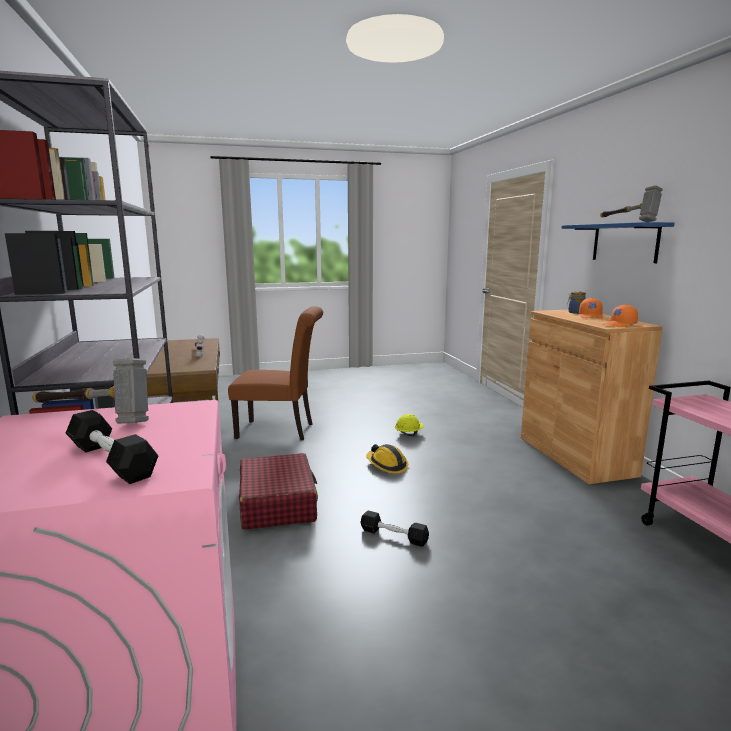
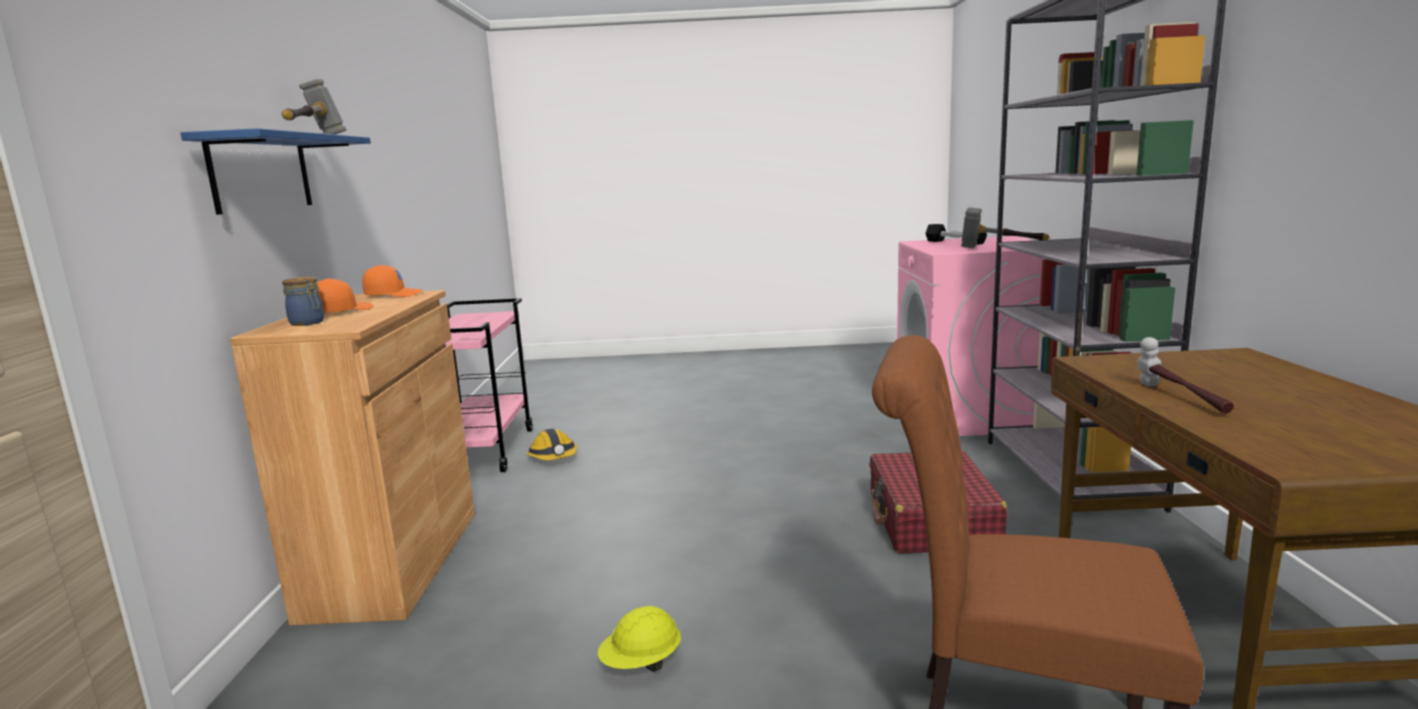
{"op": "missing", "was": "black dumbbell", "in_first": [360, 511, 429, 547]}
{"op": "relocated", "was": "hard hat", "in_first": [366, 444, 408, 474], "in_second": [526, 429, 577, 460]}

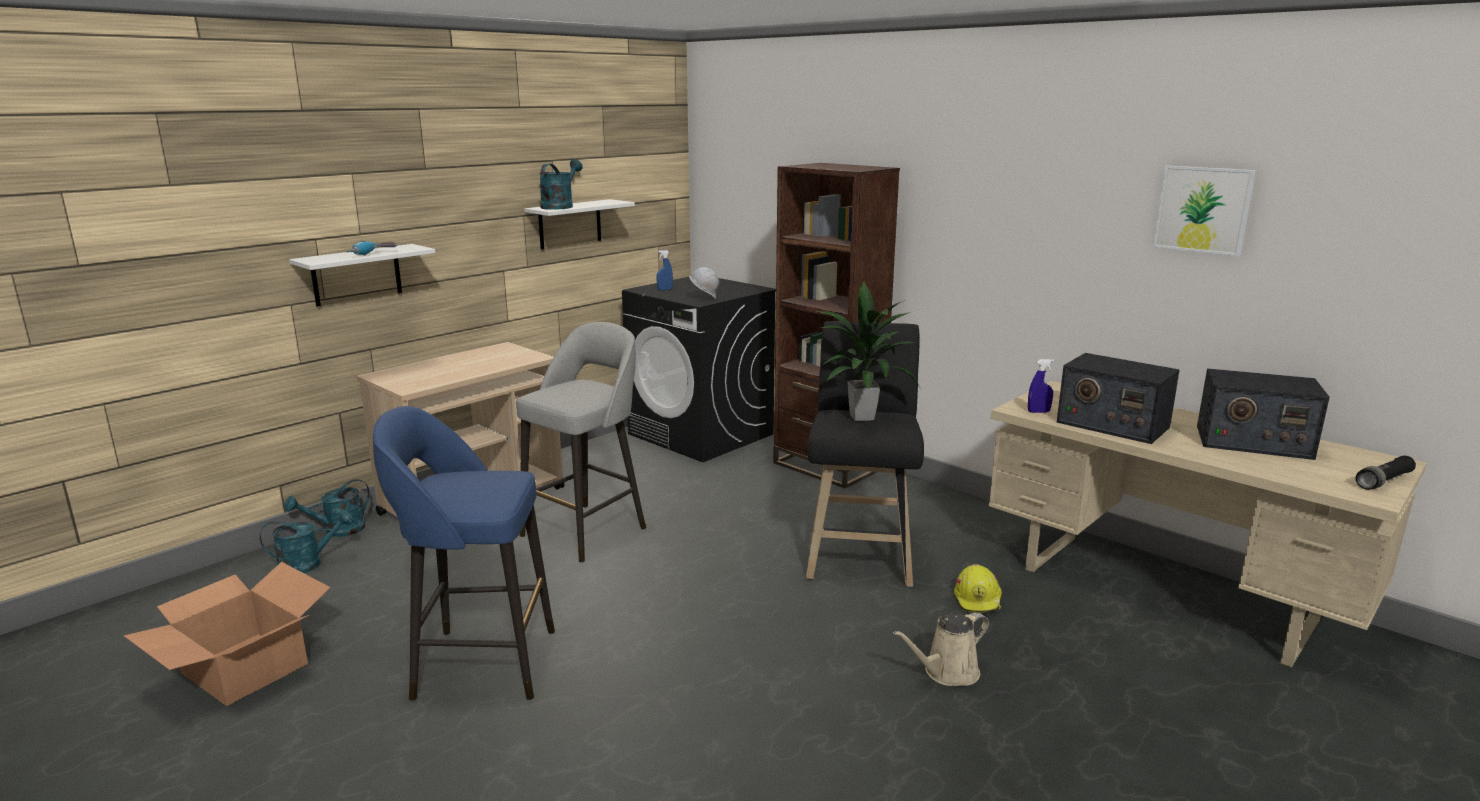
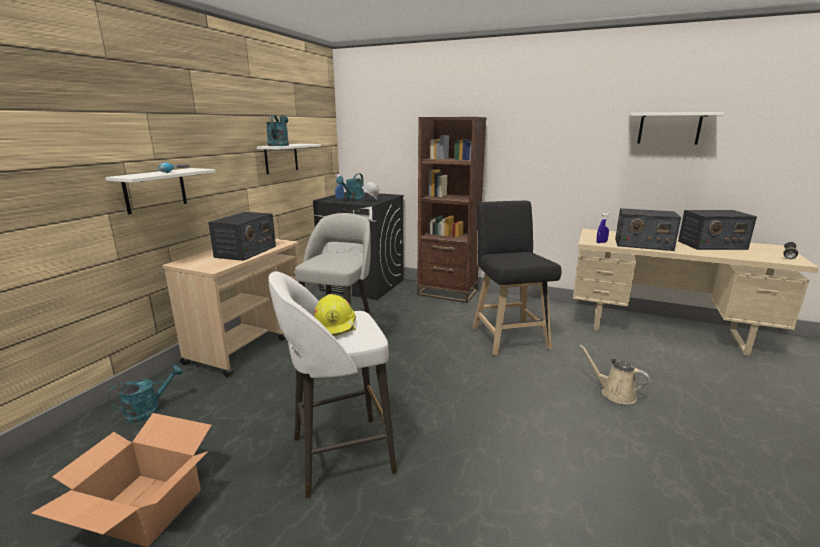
{"op": "relocated", "was": "turquoise watering can", "in_first": [285, 479, 370, 537], "in_second": [336, 173, 365, 201]}
{"op": "colour", "was": "blue stool", "now": "white stool", "in_first": [373, 406, 555, 701], "in_second": [268, 271, 397, 498]}
{"op": "missing", "was": "potted plant", "in_first": [817, 281, 920, 421]}
{"op": "spun", "was": "beige watering can", "in_first": [893, 612, 989, 686], "in_second": [579, 344, 650, 404], "clockwise": 90}
{"op": "relocated", "was": "yellow hard hat", "in_first": [954, 564, 1002, 613], "in_second": [314, 294, 356, 336]}
{"op": "exchanged", "was": "picture", "now": "white shelf", "in_first": [1153, 166, 1256, 256], "in_second": [630, 112, 724, 144]}
{"op": "appeared", "now": "radio", "in_second": [208, 212, 276, 261]}

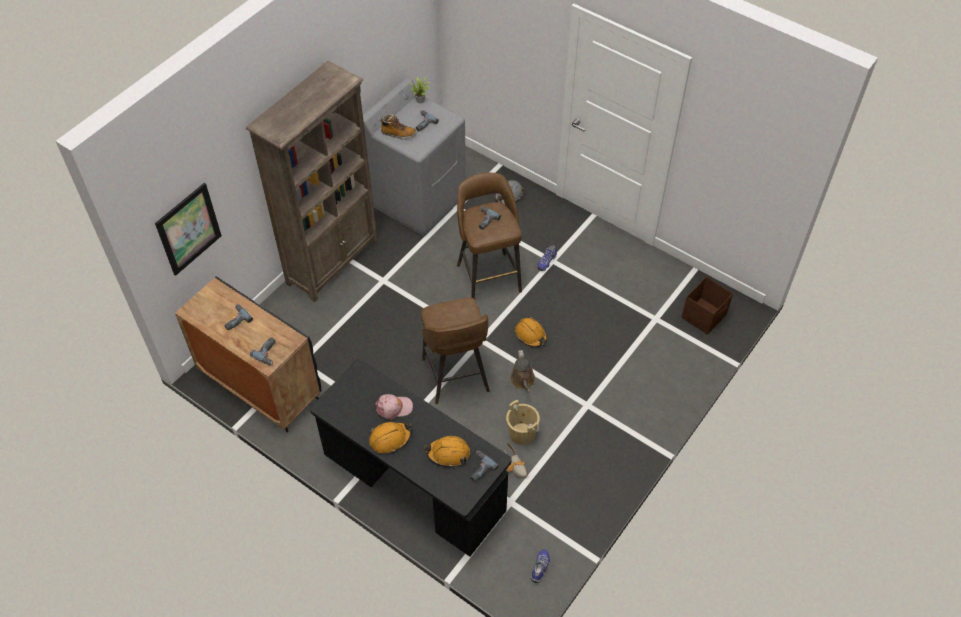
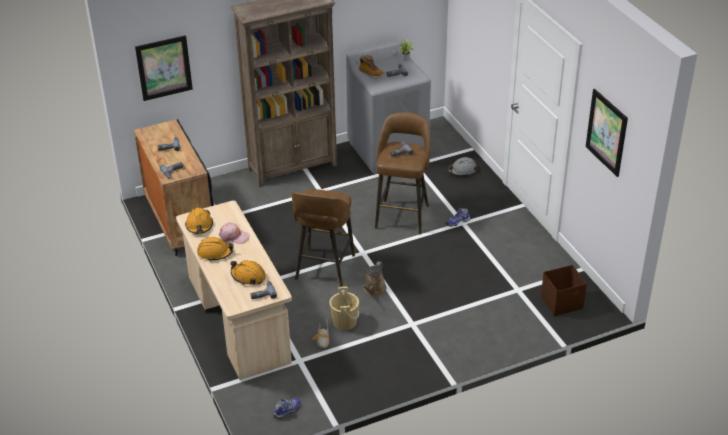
{"op": "colour", "was": "black desk", "now": "beige desk", "in_first": [310, 359, 512, 557], "in_second": [176, 200, 292, 380]}
{"op": "relocated", "was": "orange hard hat", "in_first": [515, 317, 547, 347], "in_second": [185, 208, 213, 234]}
{"op": "appeared", "now": "picture", "in_second": [586, 89, 628, 177]}

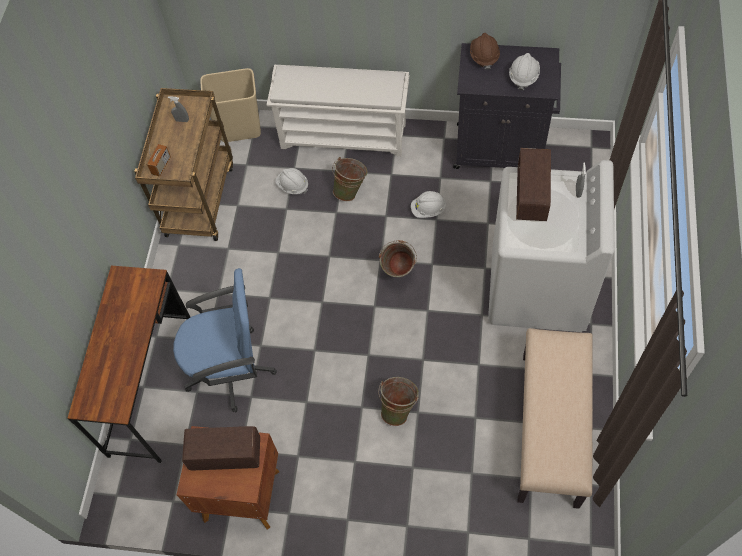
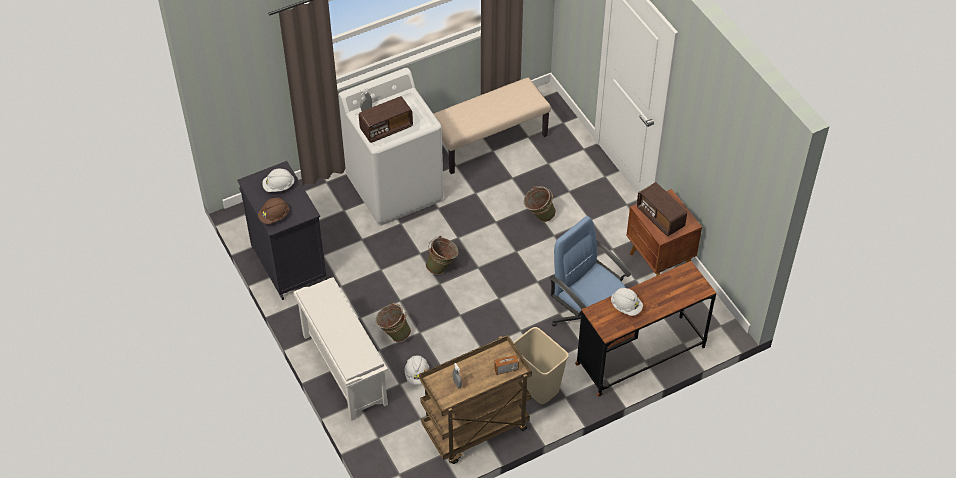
{"op": "relocated", "was": "beige trash can", "in_first": [200, 68, 261, 142], "in_second": [513, 327, 569, 404]}
{"op": "relocated", "was": "white hard hat", "in_first": [411, 191, 446, 218], "in_second": [611, 288, 643, 316]}

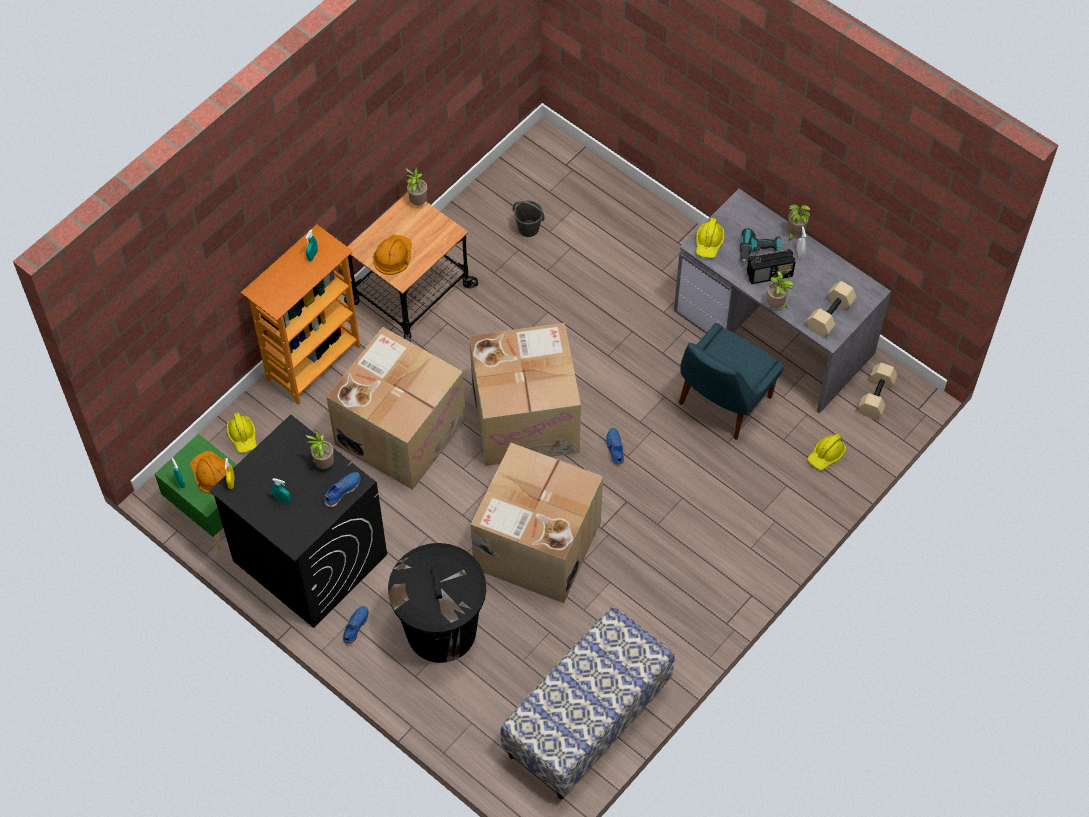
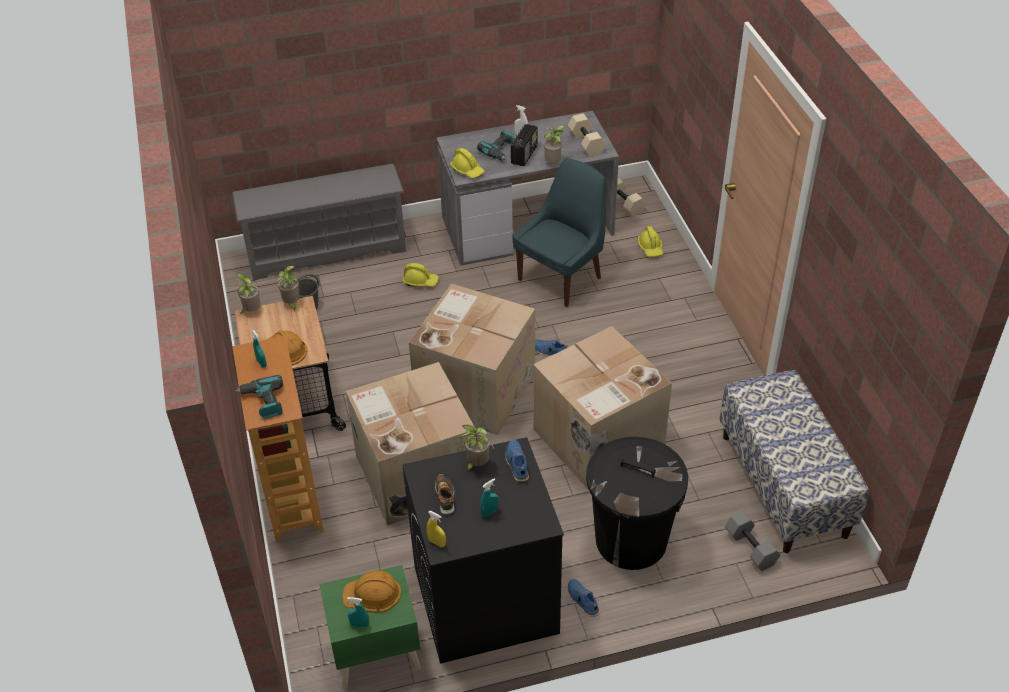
{"op": "relocated", "was": "yellow hard hat", "in_first": [227, 413, 257, 453], "in_second": [403, 263, 439, 287]}
{"op": "spun", "was": "blue chair", "in_first": [679, 323, 785, 440], "in_second": [512, 158, 606, 307], "clockwise": -120}
{"op": "relocated", "was": "potted plant", "in_first": [788, 205, 811, 241], "in_second": [277, 266, 300, 311]}
{"op": "appeared", "now": "grey shoe rack", "in_second": [232, 164, 406, 280]}
{"op": "appeared", "now": "power drill", "in_second": [235, 375, 283, 419]}
{"op": "appeared", "now": "shoe", "in_second": [435, 474, 455, 515]}
{"op": "appeared", "now": "grey dumbbell", "in_second": [725, 511, 780, 571]}

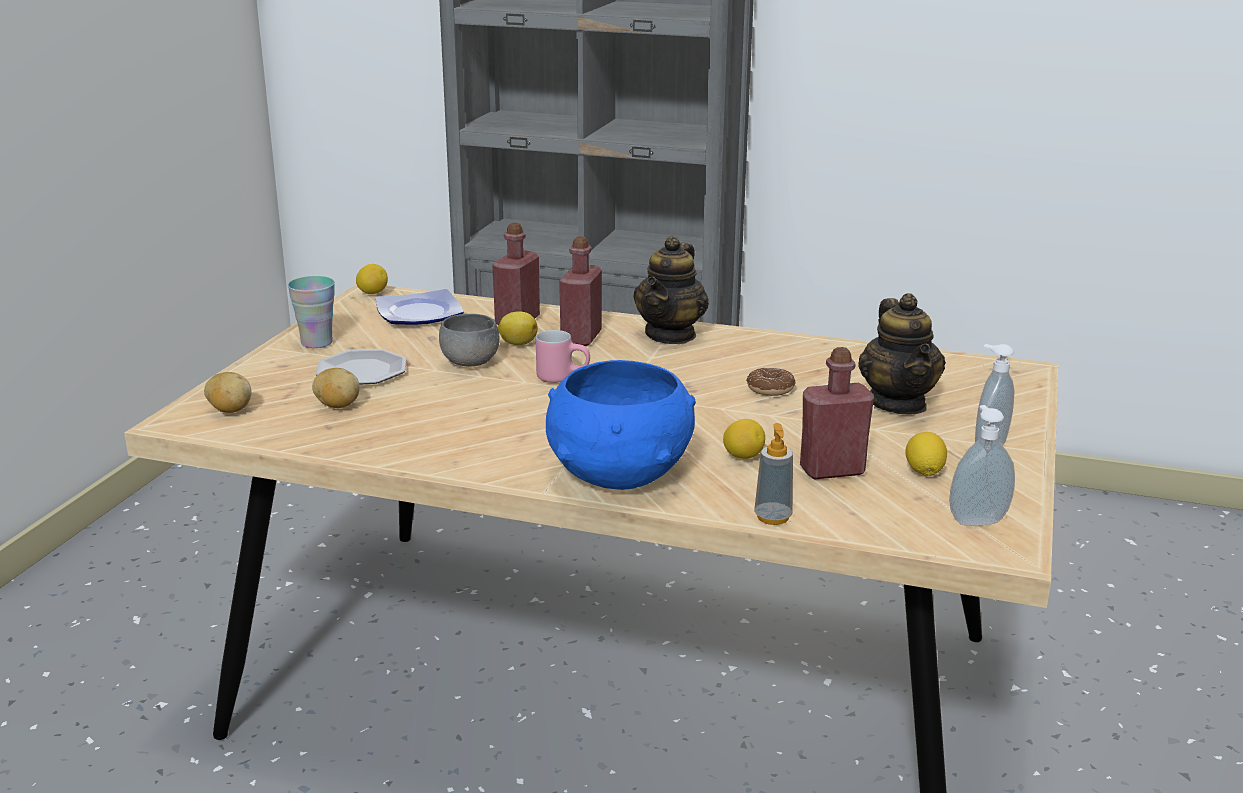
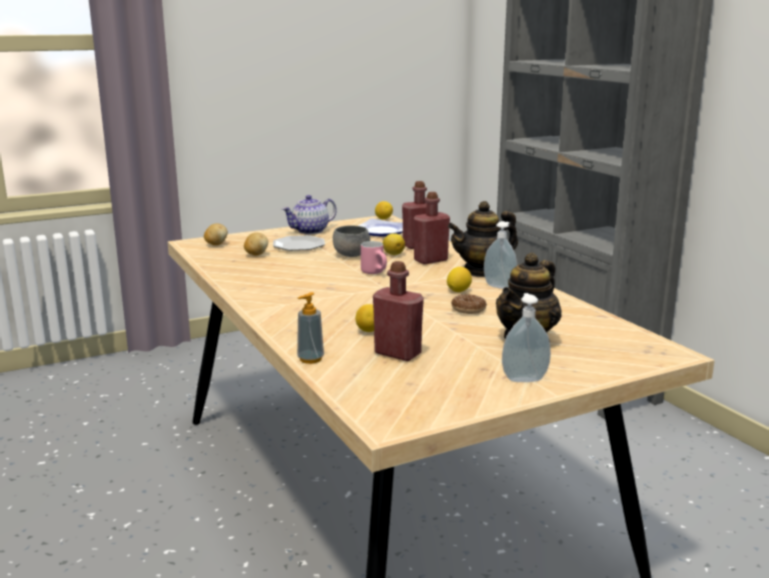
{"op": "exchanged", "was": "cup", "now": "teapot", "in_first": [288, 276, 335, 348], "in_second": [282, 195, 337, 234]}
{"op": "missing", "was": "blue bowl", "in_first": [546, 360, 696, 490]}
{"op": "relocated", "was": "lemon", "in_first": [905, 432, 947, 476], "in_second": [447, 267, 472, 292]}
{"op": "relocated", "was": "soap dispenser", "in_first": [949, 405, 1015, 526], "in_second": [484, 221, 517, 289]}

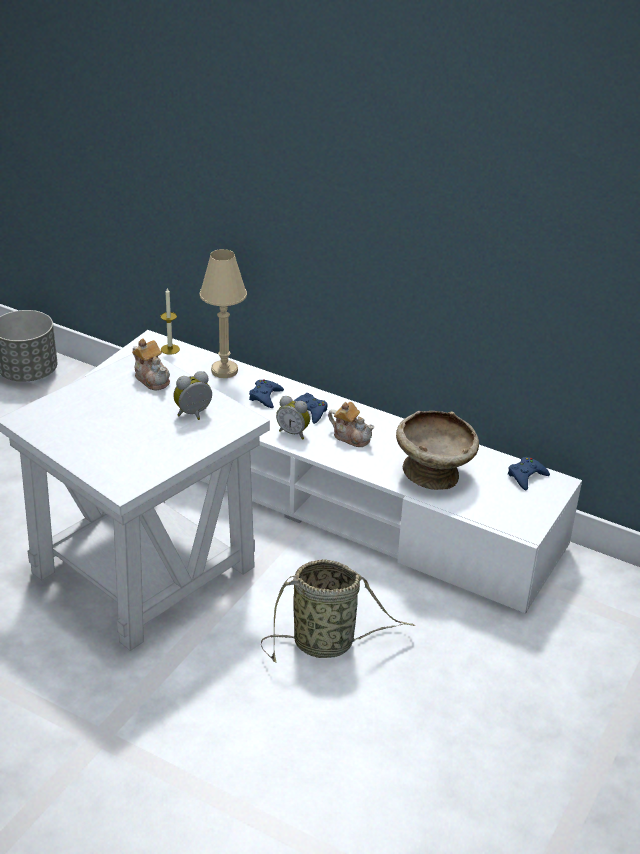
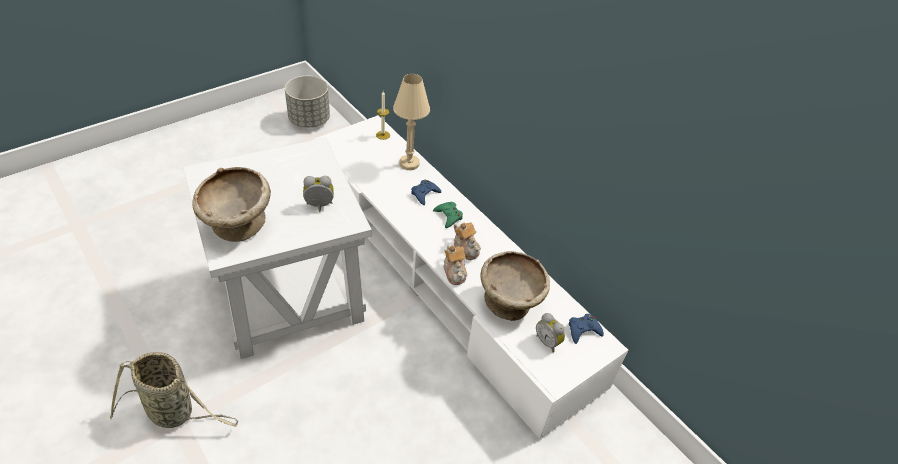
{"op": "relocated", "was": "teapot", "in_first": [132, 338, 170, 390], "in_second": [444, 244, 467, 285]}
{"op": "relocated", "was": "basket", "in_first": [261, 559, 415, 663], "in_second": [110, 352, 238, 428]}
{"op": "relocated", "was": "alarm clock", "in_first": [276, 396, 310, 440], "in_second": [536, 313, 565, 353]}
{"op": "colour", "was": "blue game controller", "now": "green game controller", "in_first": [294, 393, 328, 424], "in_second": [433, 202, 463, 228]}
{"op": "appeared", "now": "beige bowl", "in_second": [192, 167, 271, 242]}

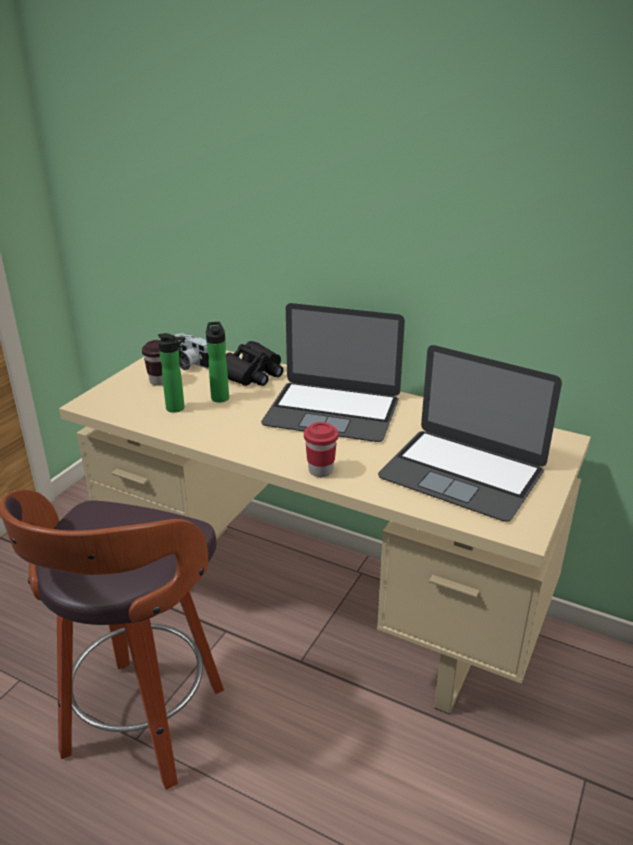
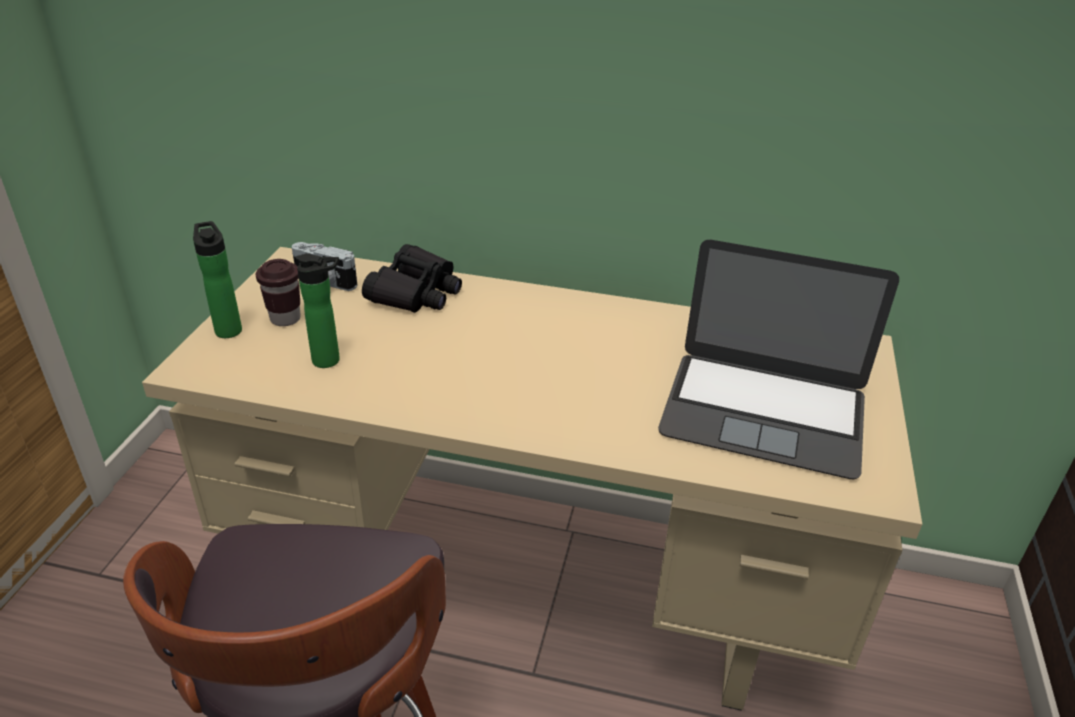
{"op": "relocated", "was": "bottle", "in_first": [206, 322, 229, 403], "in_second": [193, 221, 242, 338]}
{"op": "missing", "was": "laptop", "in_first": [261, 303, 405, 442]}
{"op": "missing", "was": "red cup", "in_first": [304, 422, 338, 477]}

